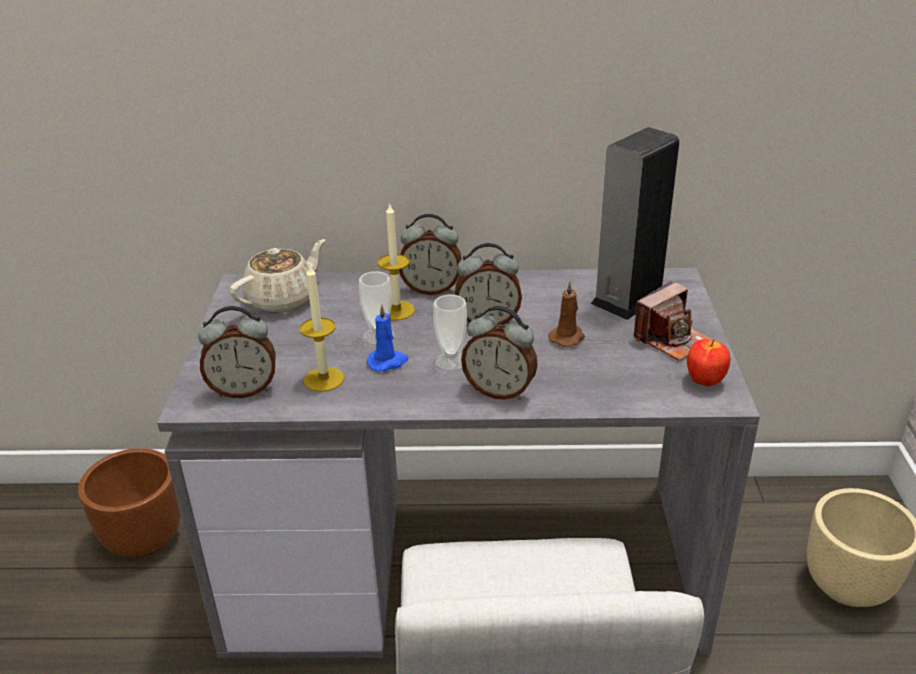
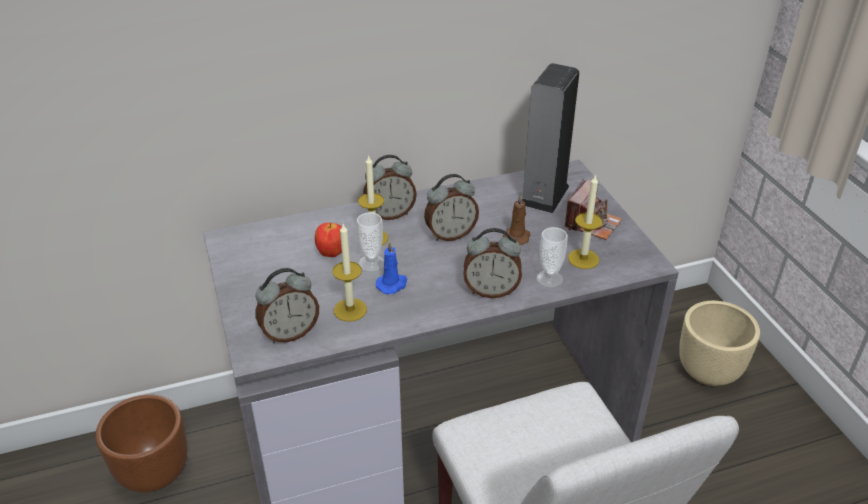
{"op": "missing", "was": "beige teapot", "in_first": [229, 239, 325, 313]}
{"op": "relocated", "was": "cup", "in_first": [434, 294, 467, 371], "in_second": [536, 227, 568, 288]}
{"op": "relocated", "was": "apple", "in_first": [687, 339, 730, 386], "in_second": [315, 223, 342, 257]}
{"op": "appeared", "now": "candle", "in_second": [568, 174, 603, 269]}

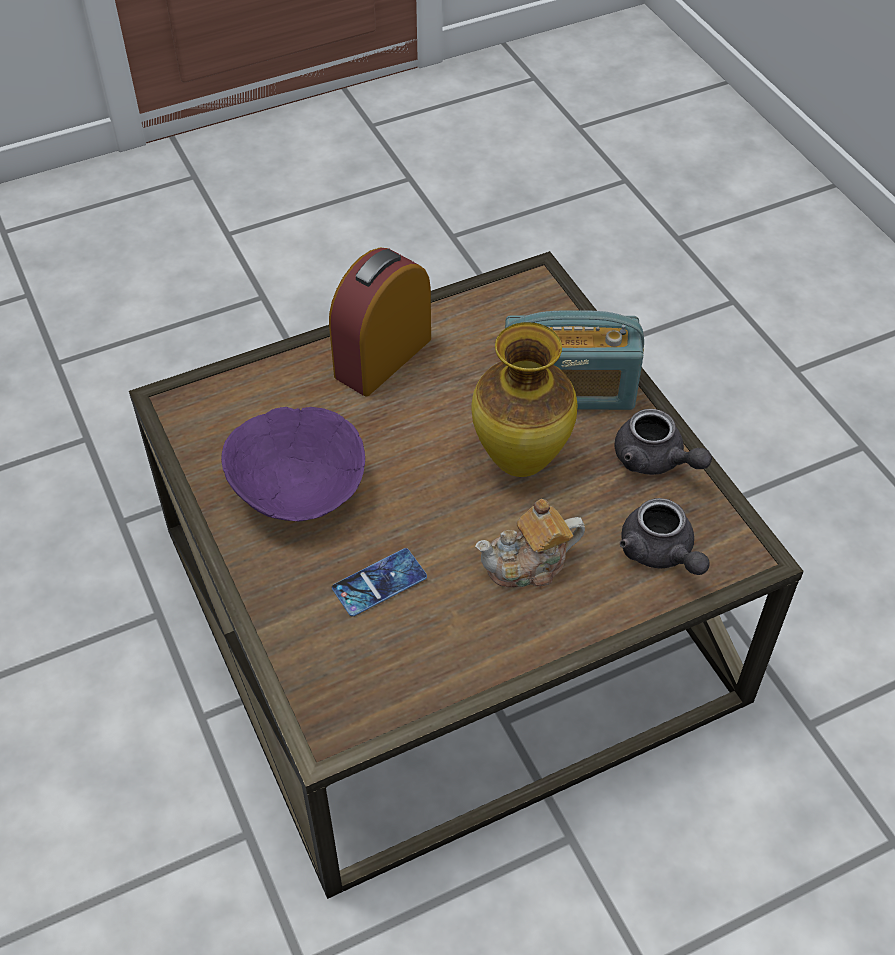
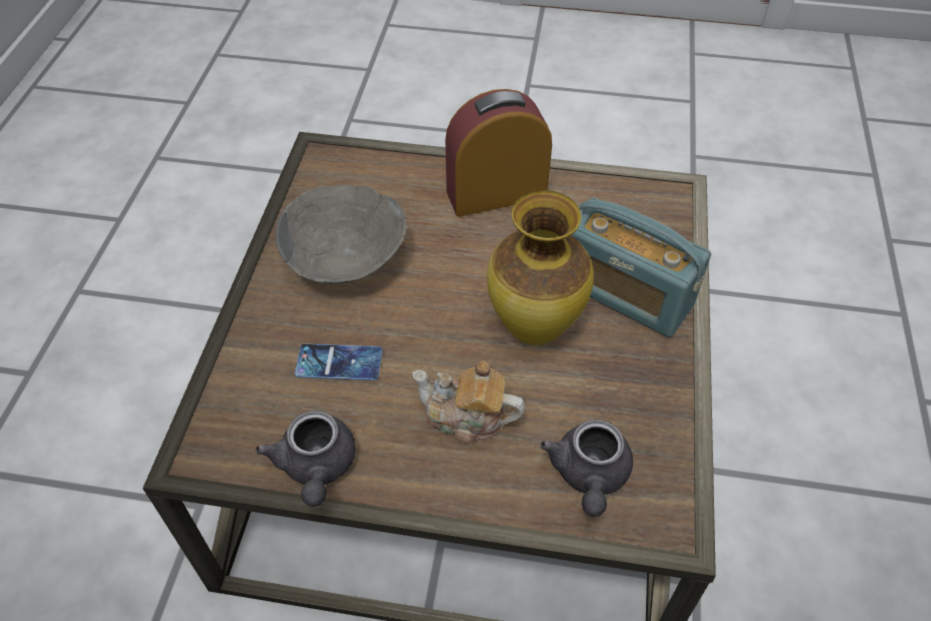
{"op": "colour", "was": "purple bowl", "now": "grey bowl", "in_first": [221, 407, 365, 521], "in_second": [276, 185, 407, 283]}
{"op": "relocated", "was": "grey teapot", "in_first": [615, 409, 712, 475], "in_second": [255, 411, 356, 507]}

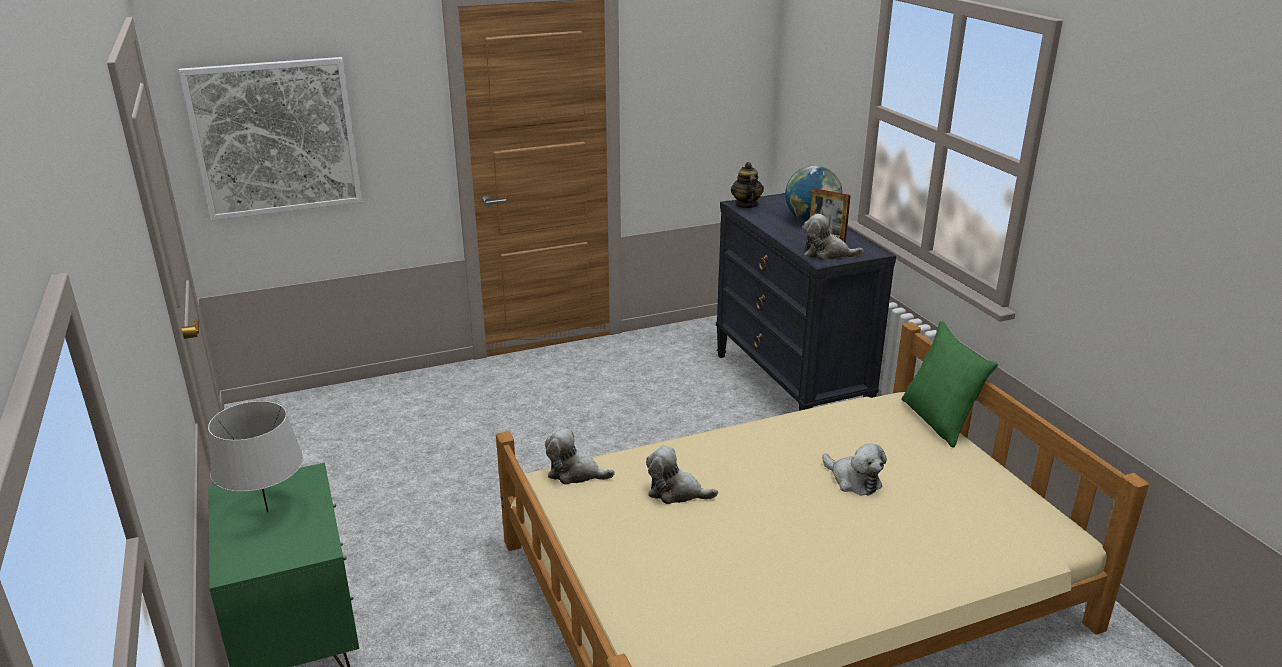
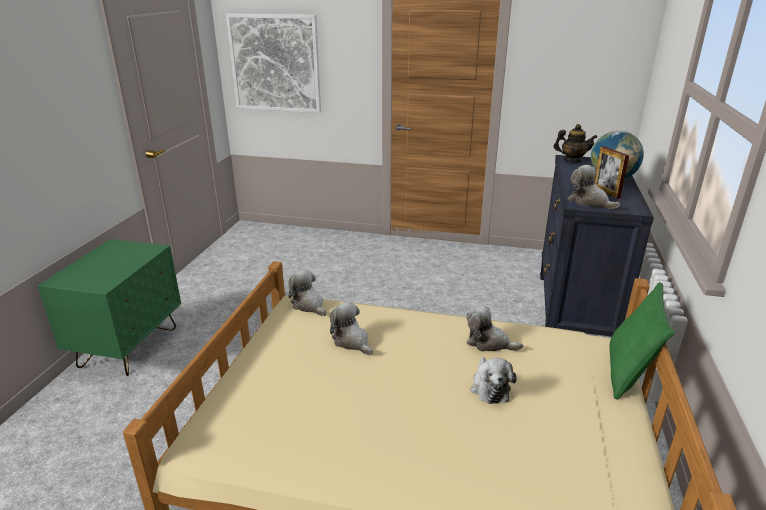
{"op": "missing", "was": "grey table lamp", "in_first": [208, 401, 304, 513]}
{"op": "spun", "was": "teapot", "in_first": [731, 162, 764, 209], "in_second": [554, 124, 597, 162], "clockwise": 75}
{"op": "appeared", "now": "plush toy", "in_second": [466, 305, 523, 351]}

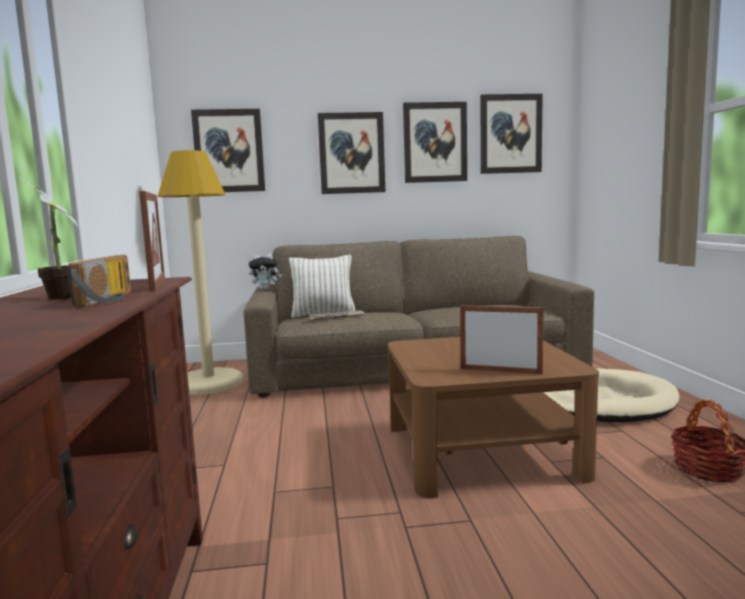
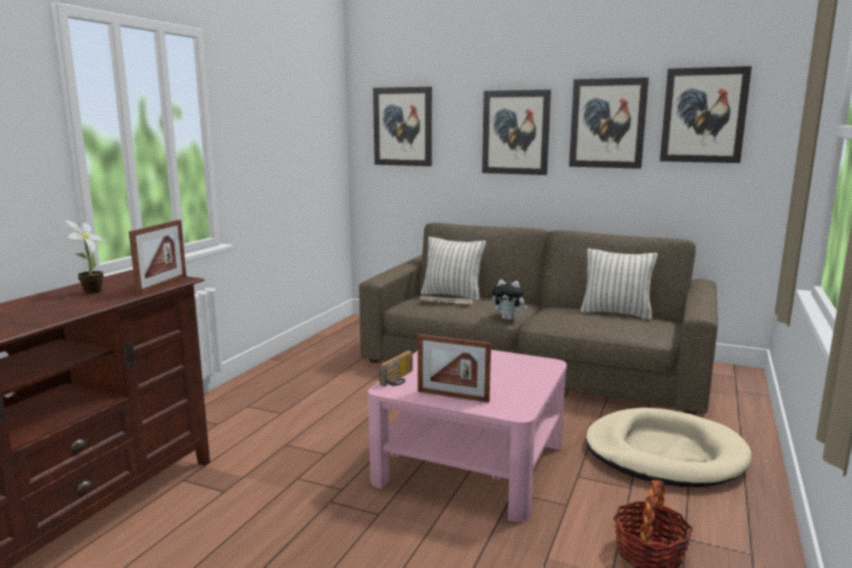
{"op": "relocated", "was": "radio", "in_first": [67, 255, 131, 307], "in_second": [379, 351, 413, 386]}
{"op": "missing", "was": "beige floor lamp", "in_first": [157, 150, 243, 395]}
{"op": "relocated", "was": "plush toy", "in_first": [249, 254, 282, 290], "in_second": [492, 279, 528, 320]}
{"op": "colour", "was": "brown coffee table", "now": "pink coffee table", "in_first": [388, 337, 599, 498], "in_second": [368, 350, 567, 522]}
{"op": "spun", "was": "picture frame", "in_first": [460, 305, 544, 374], "in_second": [418, 334, 491, 403], "clockwise": 150}
{"op": "appeared", "now": "pillow", "in_second": [580, 248, 658, 320]}

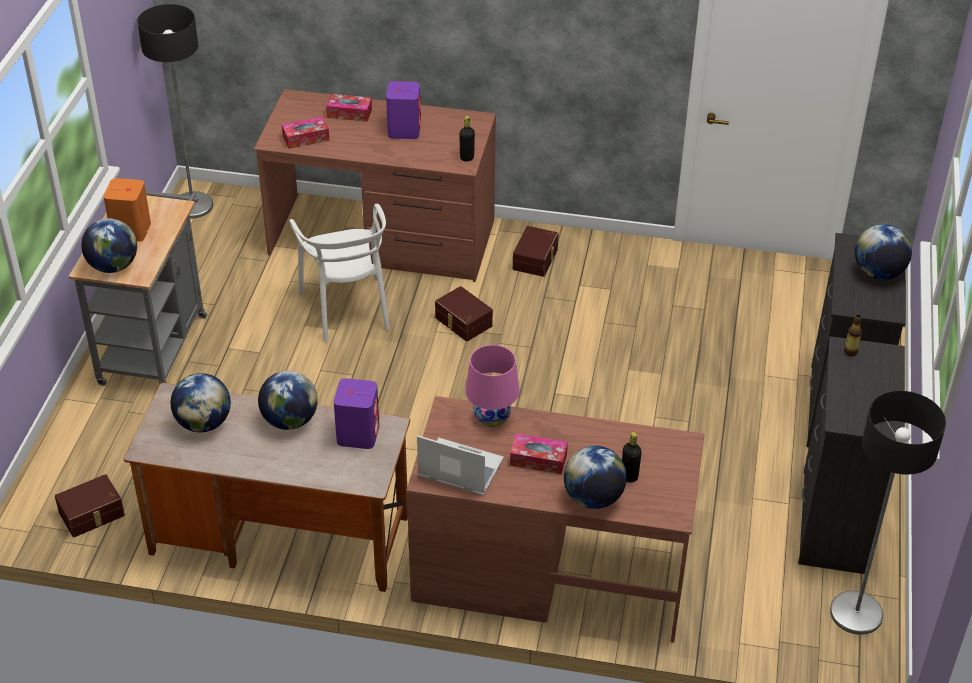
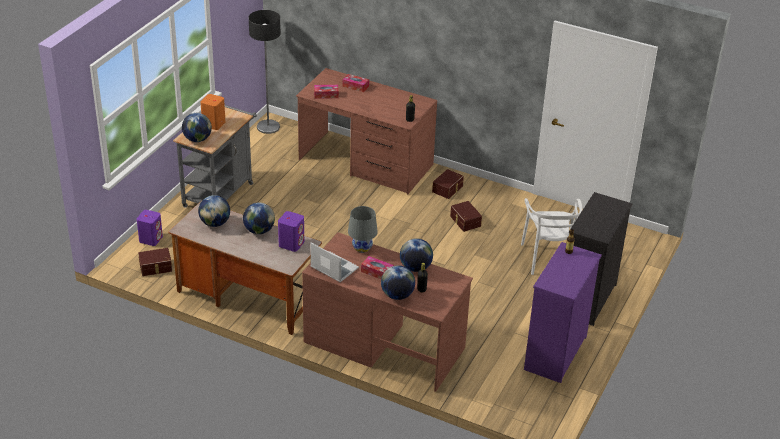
{"op": "relocated", "was": "white chair", "in_first": [289, 204, 390, 342], "in_second": [521, 198, 582, 275]}
{"op": "relocated", "was": "purple speaker", "in_first": [386, 81, 421, 139], "in_second": [137, 210, 163, 246]}
{"op": "relocated", "was": "brown storage box", "in_first": [435, 286, 493, 342], "in_second": [450, 201, 482, 232]}
{"op": "colour", "was": "pink table lamp", "now": "grey table lamp", "in_first": [465, 345, 520, 427], "in_second": [348, 206, 378, 253]}
{"op": "colour", "was": "black dresser", "now": "purple dresser", "in_first": [798, 336, 905, 574], "in_second": [524, 242, 602, 383]}
{"op": "missing", "was": "floor lamp", "in_first": [830, 391, 946, 635]}
{"op": "relocated", "was": "globe", "in_first": [855, 224, 912, 280], "in_second": [400, 238, 433, 272]}

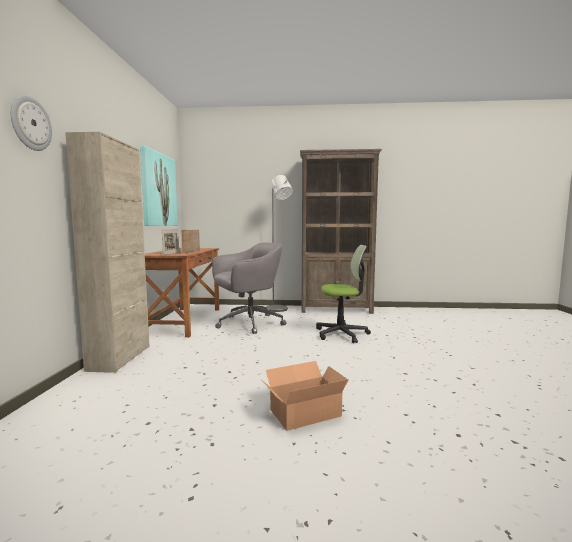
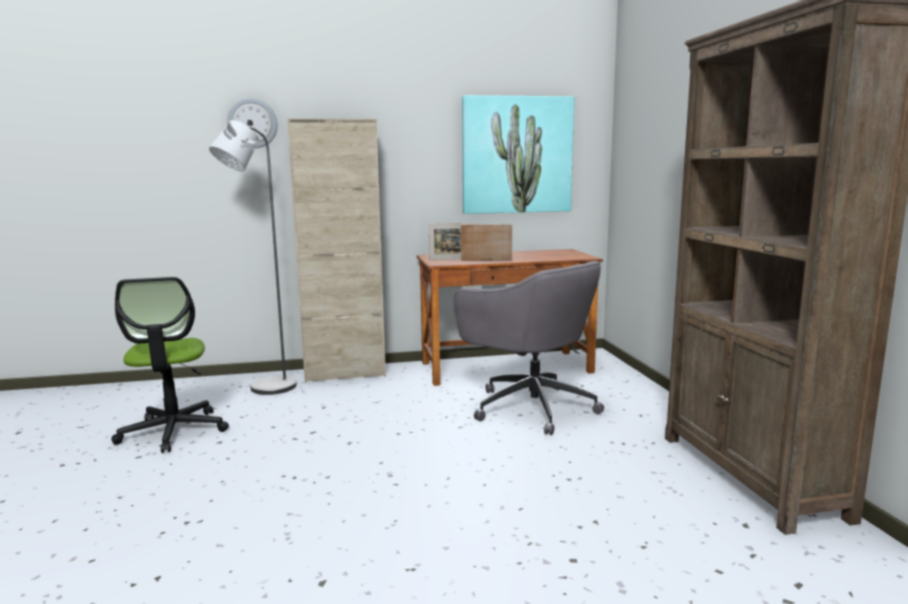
{"op": "missing", "was": "cardboard box", "in_first": [262, 361, 349, 431]}
{"op": "relocated", "was": "grey floor lamp", "in_first": [266, 175, 293, 312], "in_second": [209, 120, 297, 395]}
{"op": "relocated", "was": "office chair", "in_first": [316, 245, 371, 343], "in_second": [111, 277, 229, 453]}

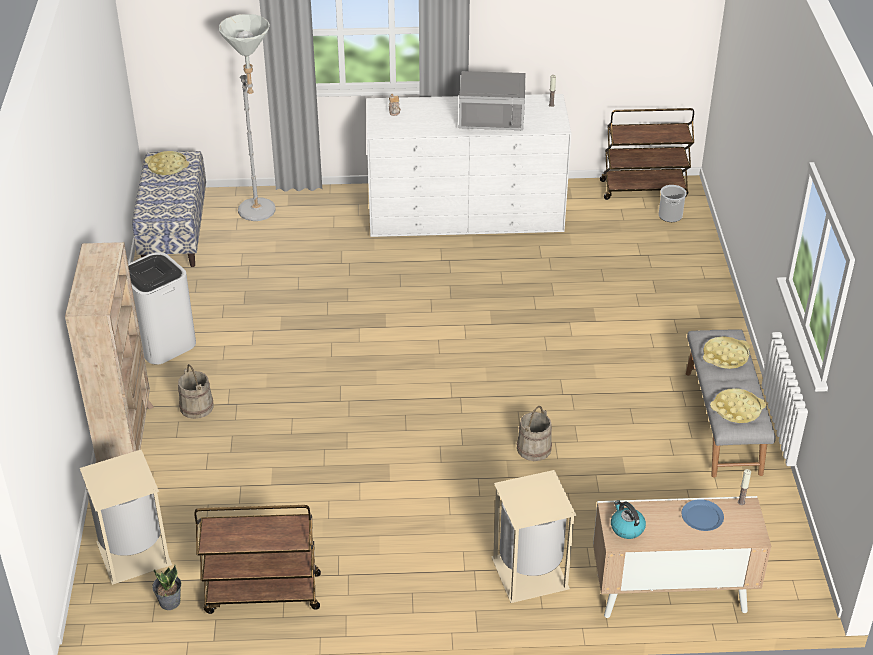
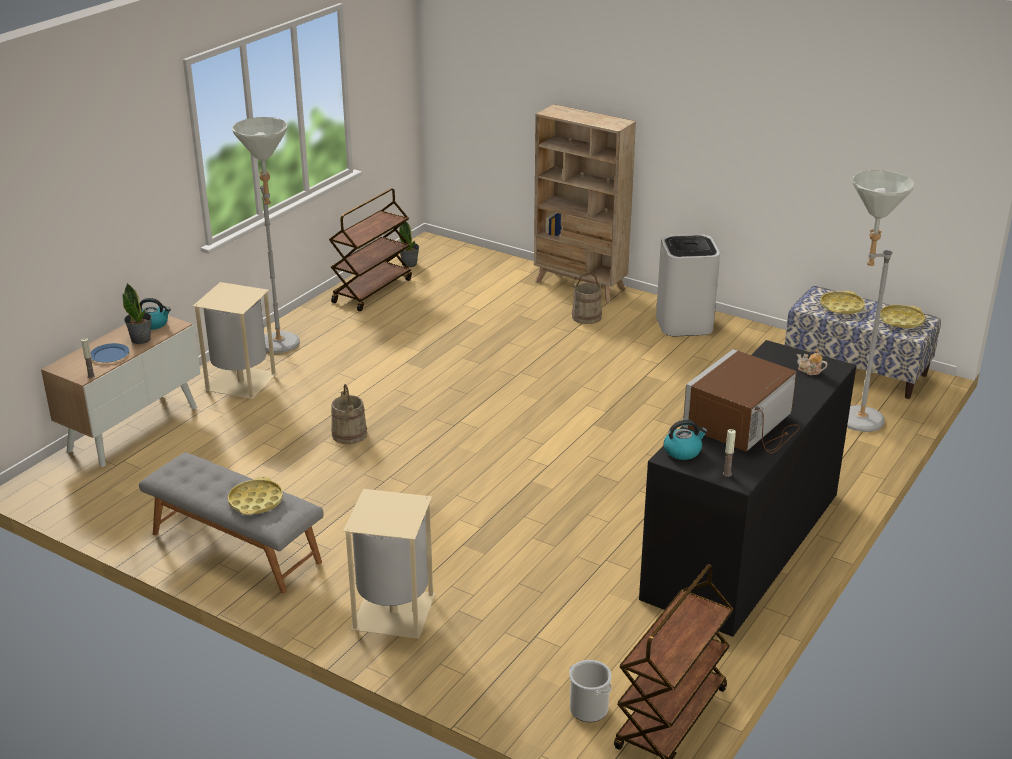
{"op": "relocated", "was": "beige trash can", "in_first": [80, 450, 172, 585], "in_second": [343, 489, 435, 639]}
{"op": "colour", "was": "white dresser", "now": "black dresser", "in_first": [366, 94, 571, 237], "in_second": [639, 340, 856, 637]}
{"op": "colour", "was": "grey microwave", "now": "brown microwave", "in_first": [459, 71, 525, 130], "in_second": [683, 349, 800, 453]}
{"op": "relocated", "was": "yellow tray", "in_first": [710, 388, 766, 423], "in_second": [821, 291, 865, 314]}
{"op": "appeared", "now": "potted plant", "in_second": [122, 283, 152, 344]}
{"op": "appeared", "now": "grey floor lamp", "in_second": [232, 117, 300, 353]}
{"op": "appeared", "now": "kettle", "in_second": [664, 420, 708, 460]}

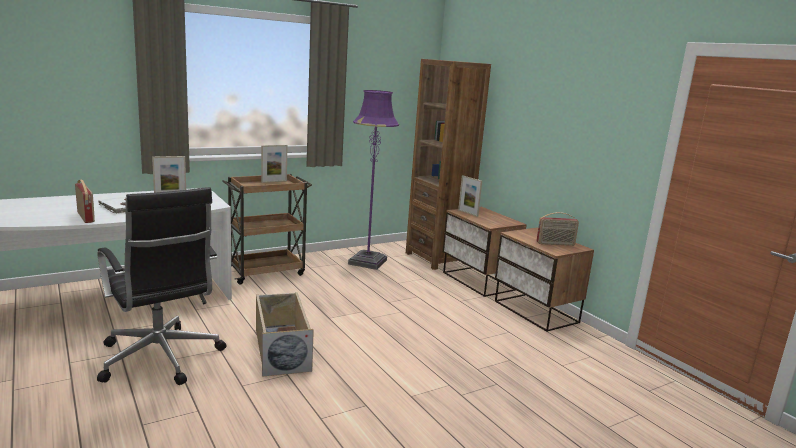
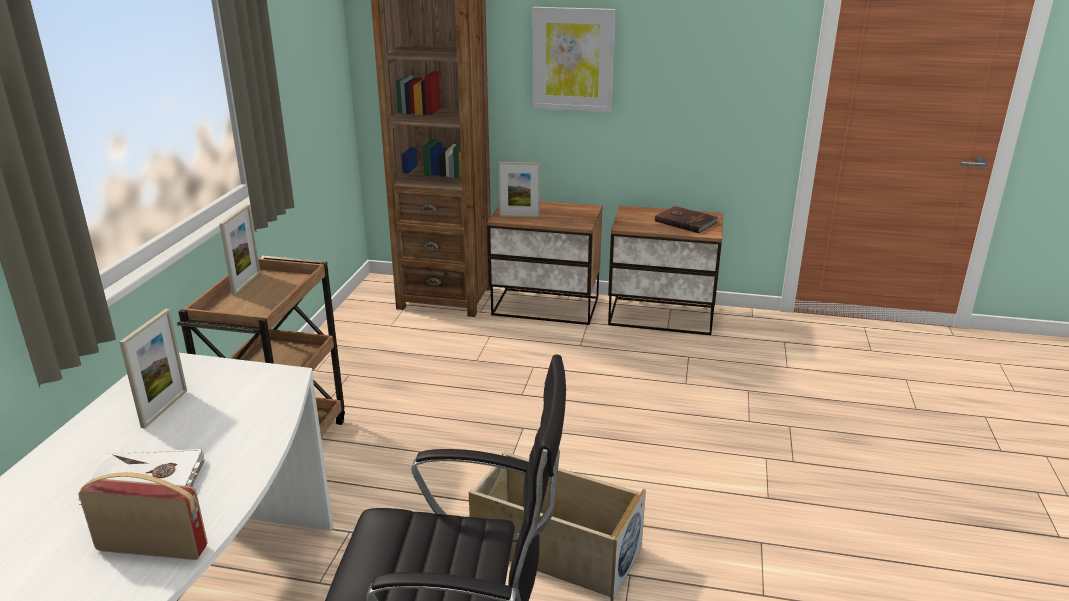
{"op": "missing", "was": "purple floor lamp", "in_first": [348, 90, 399, 270]}
{"op": "exchanged", "was": "radio", "now": "brown book", "in_first": [536, 212, 579, 246], "in_second": [655, 206, 718, 233]}
{"op": "appeared", "now": "picture", "in_second": [533, 7, 615, 112]}

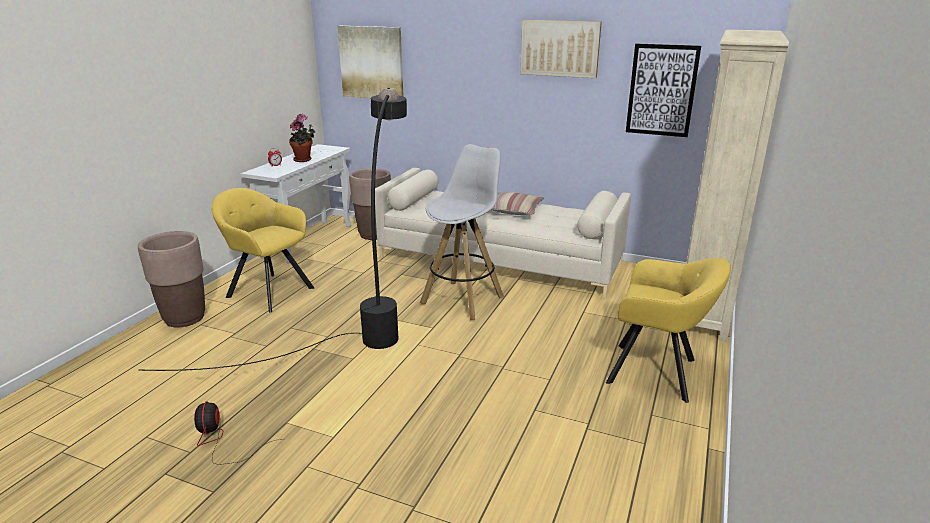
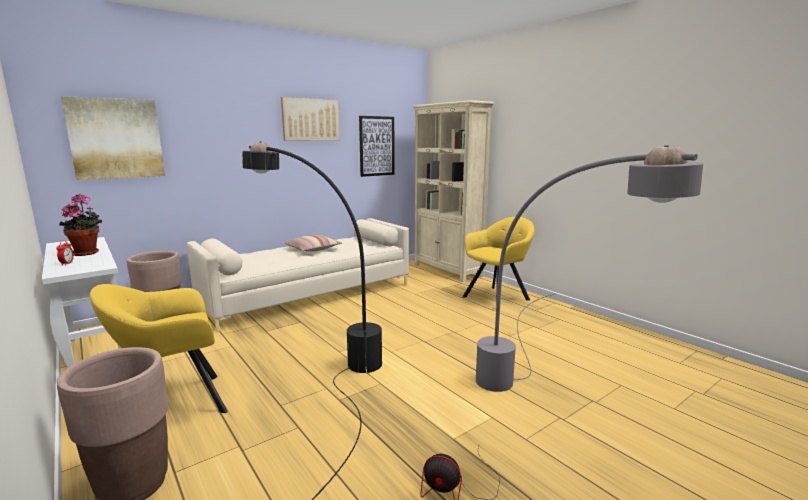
{"op": "missing", "was": "white stool", "in_first": [420, 144, 504, 320]}
{"op": "appeared", "now": "grey floor lamp", "in_second": [476, 145, 703, 392]}

